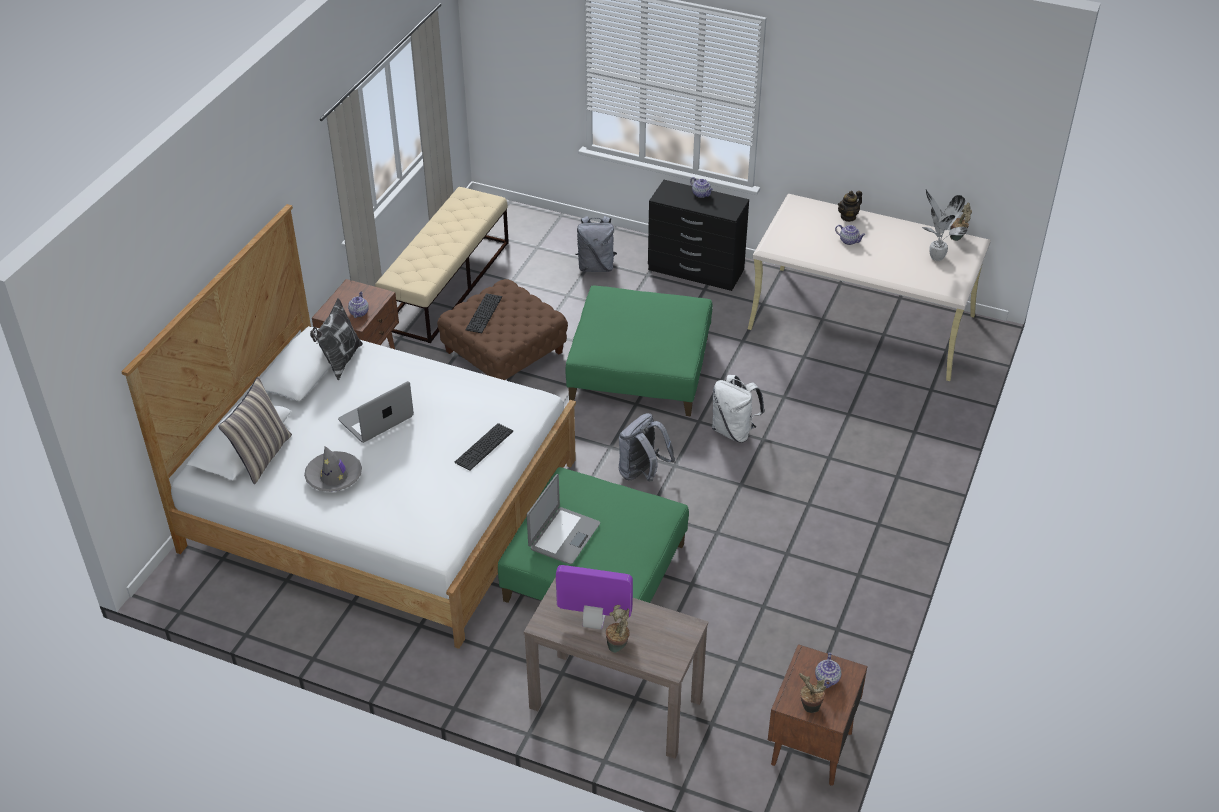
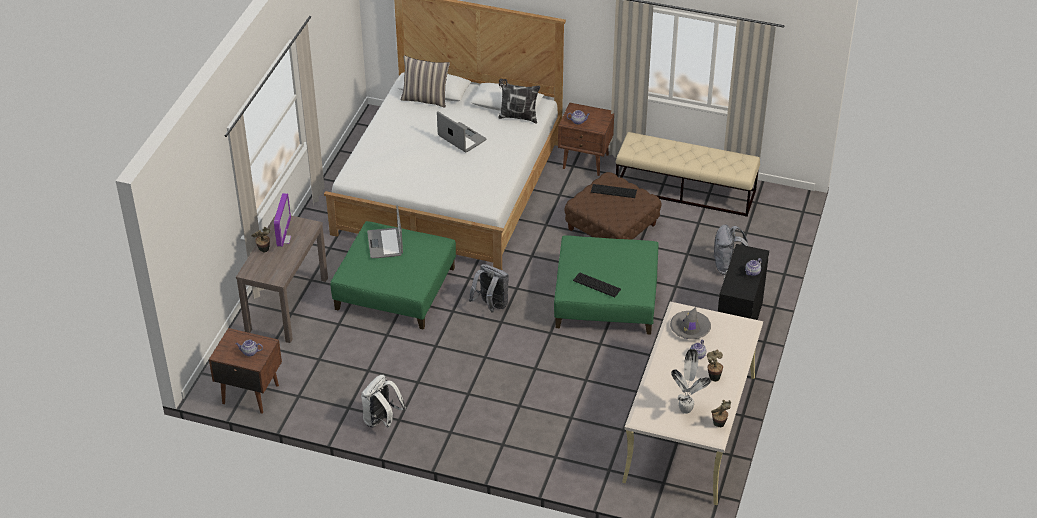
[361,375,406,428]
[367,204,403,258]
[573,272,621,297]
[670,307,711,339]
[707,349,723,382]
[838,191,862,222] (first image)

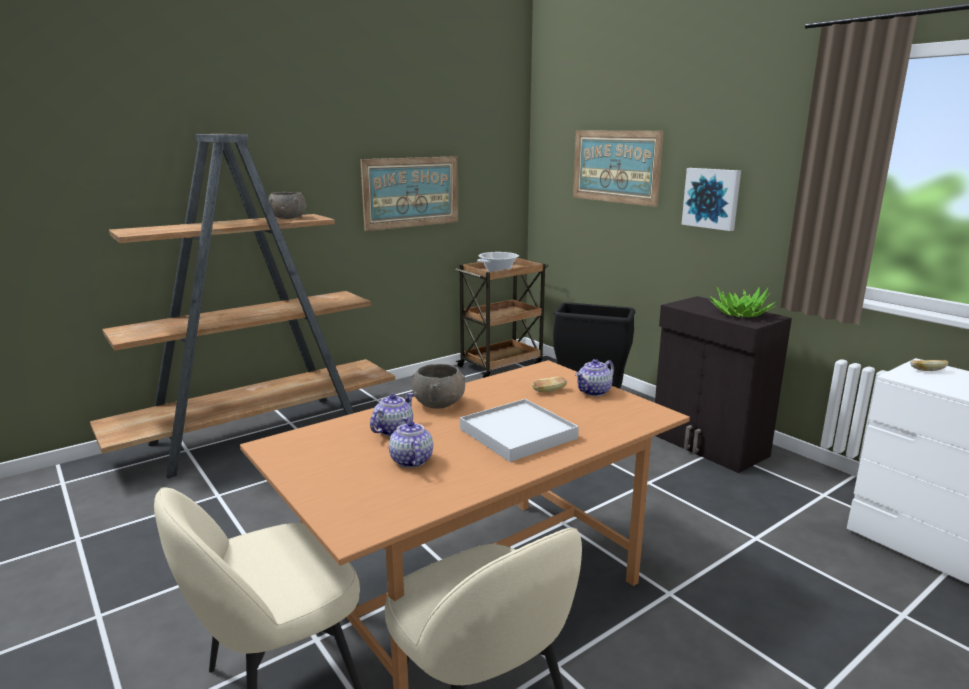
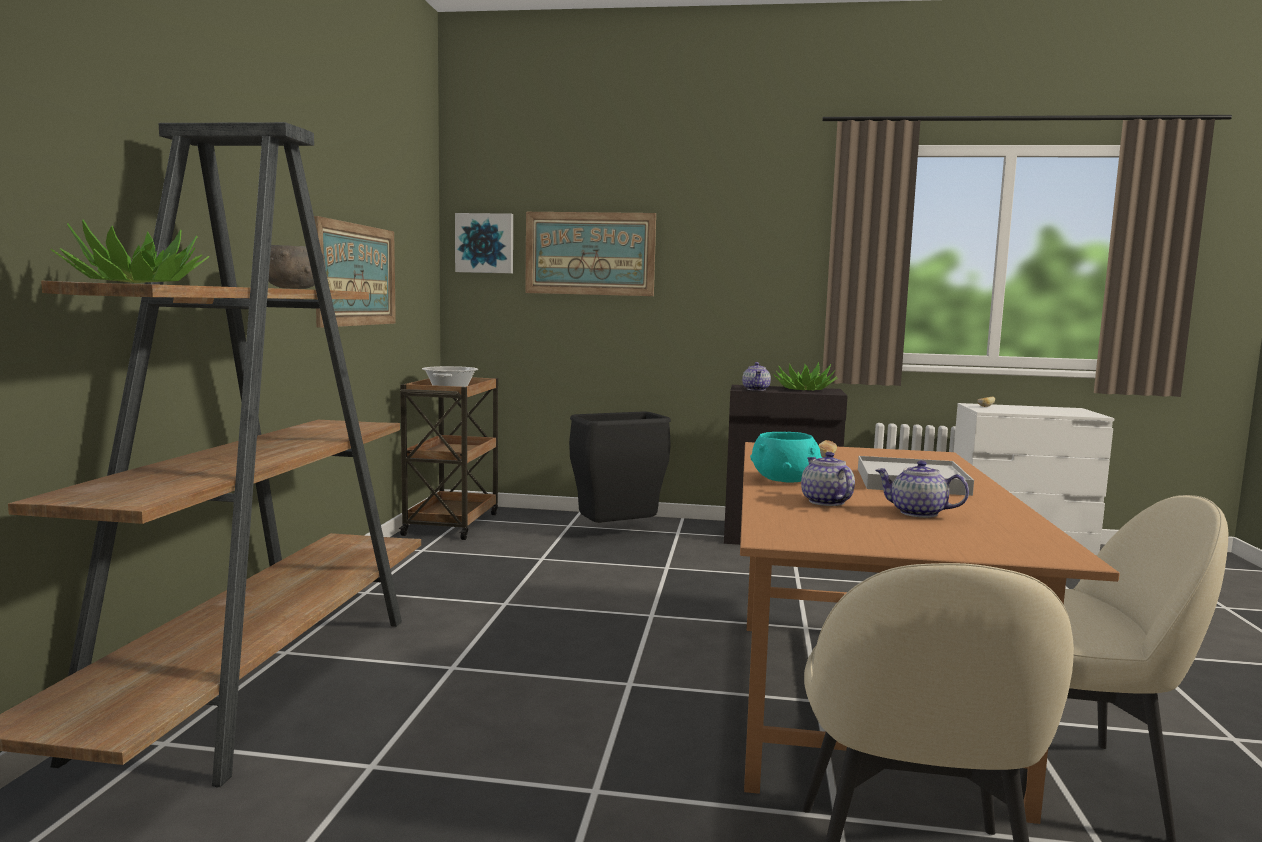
[51,220,209,283]
[455,213,513,274]
[742,362,771,391]
[750,432,822,482]

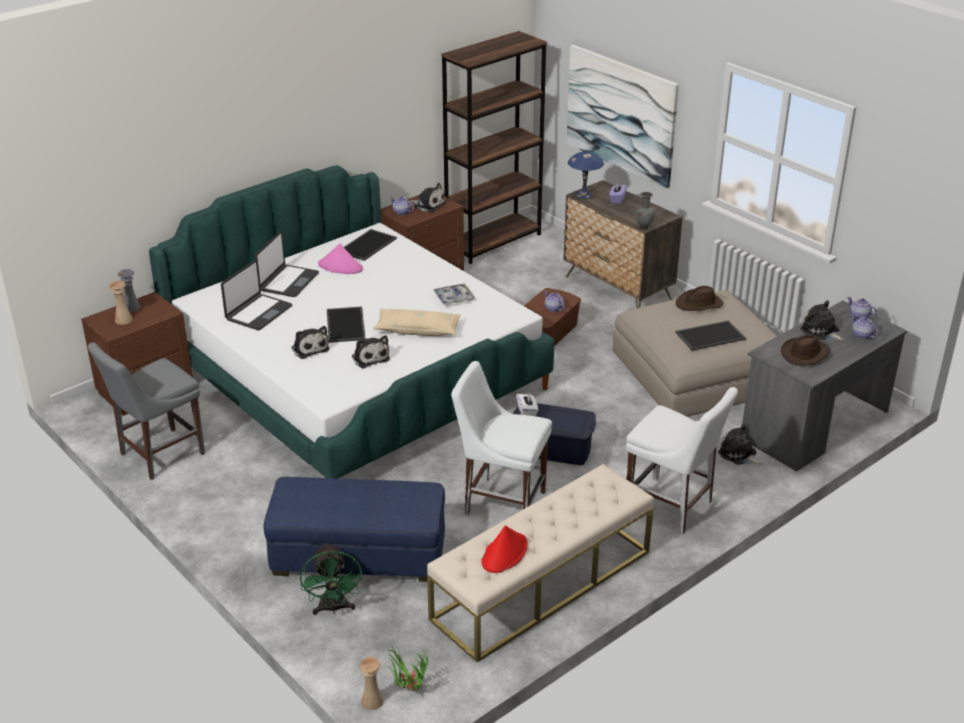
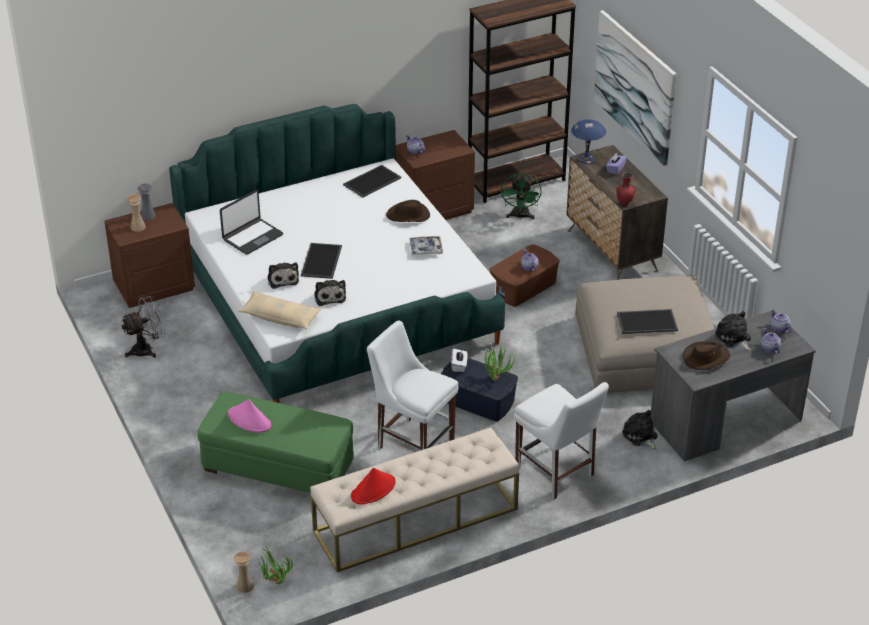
[122,296,166,358]
[197,391,354,493]
[228,399,271,433]
[238,291,322,329]
[386,200,430,222]
[485,346,516,381]
[501,171,542,220]
[616,172,636,207]
[255,231,319,297] (first image)
[410,183,446,212] (first image)

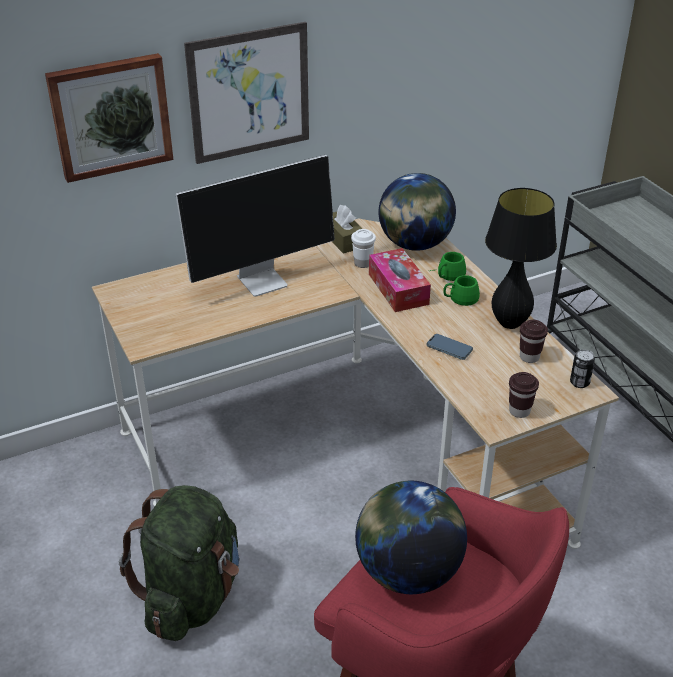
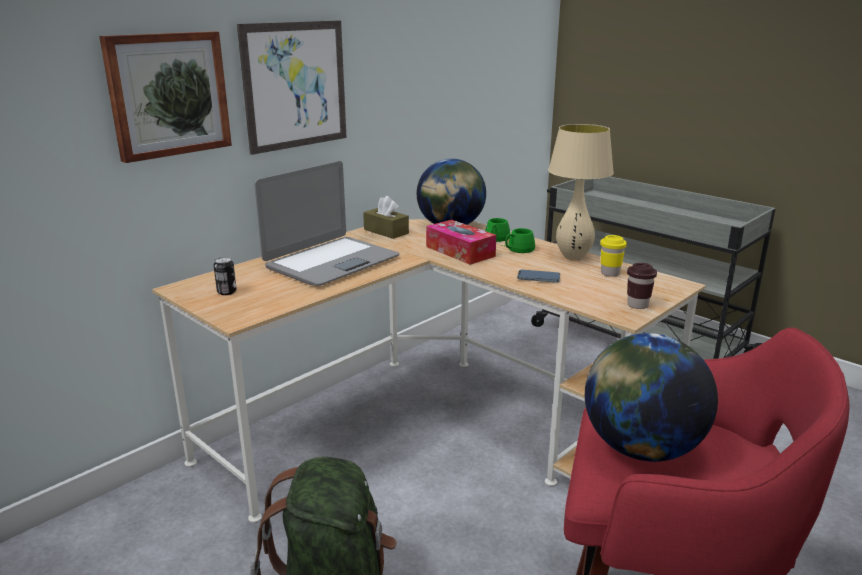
[214,257,237,295]
[254,161,400,286]
[548,124,614,260]
[600,235,627,277]
[351,229,376,268] (first image)

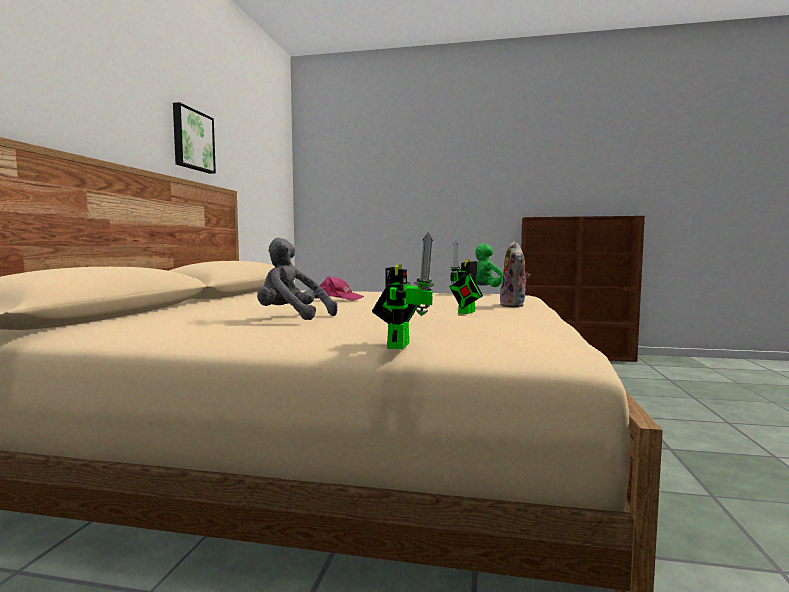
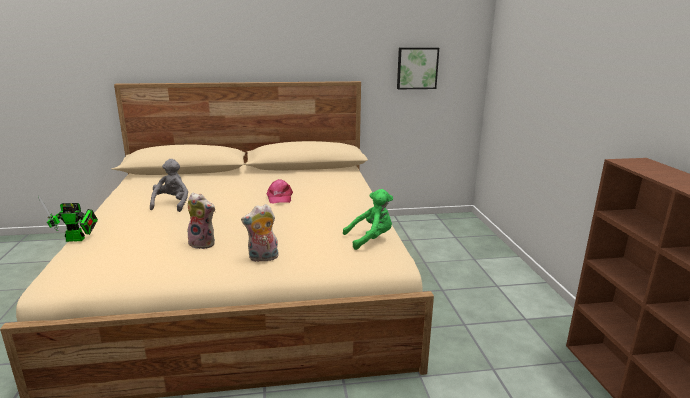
[187,192,215,249]
[397,48,439,89]

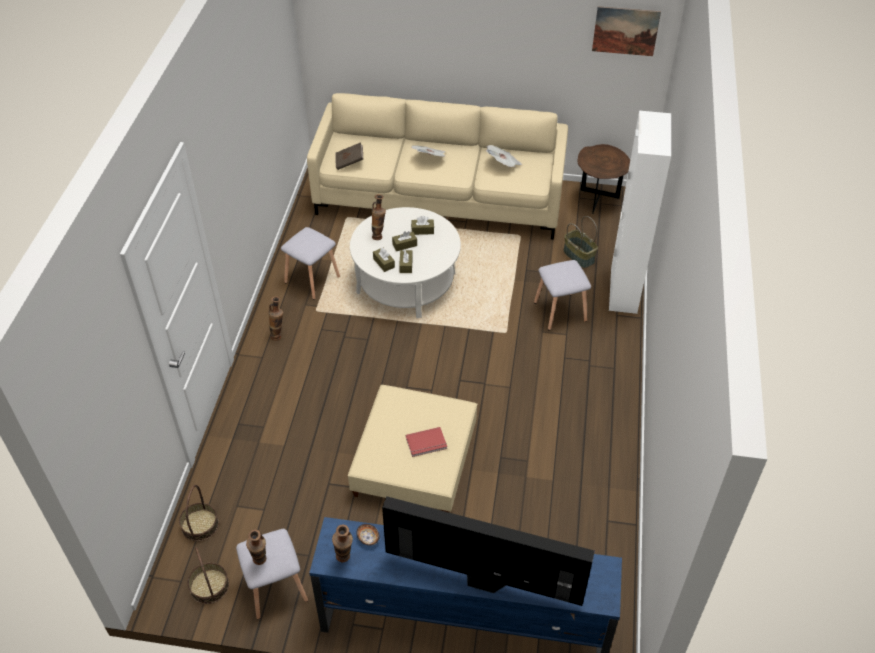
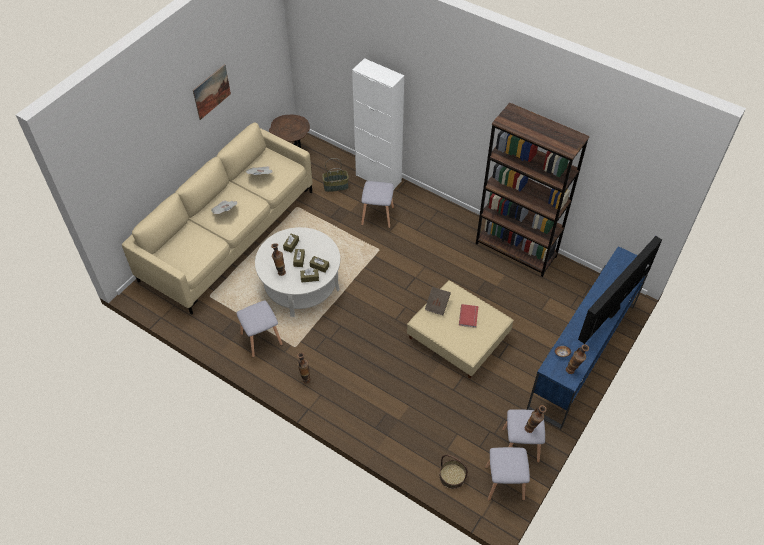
[193,64,231,120]
[425,287,451,315]
[476,103,590,277]
[485,447,530,501]

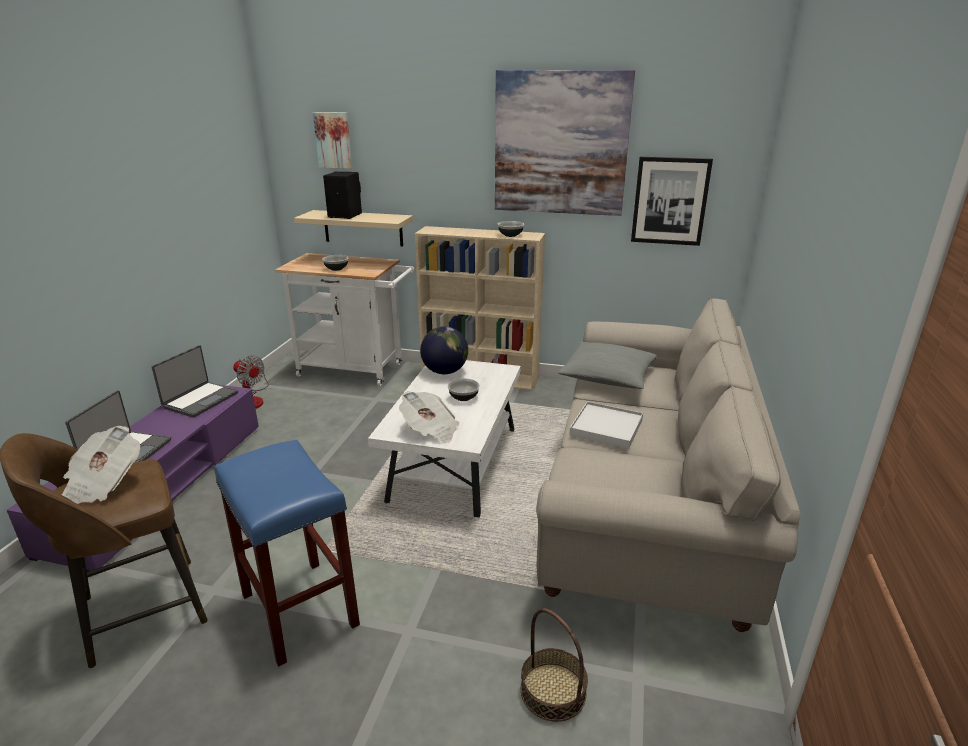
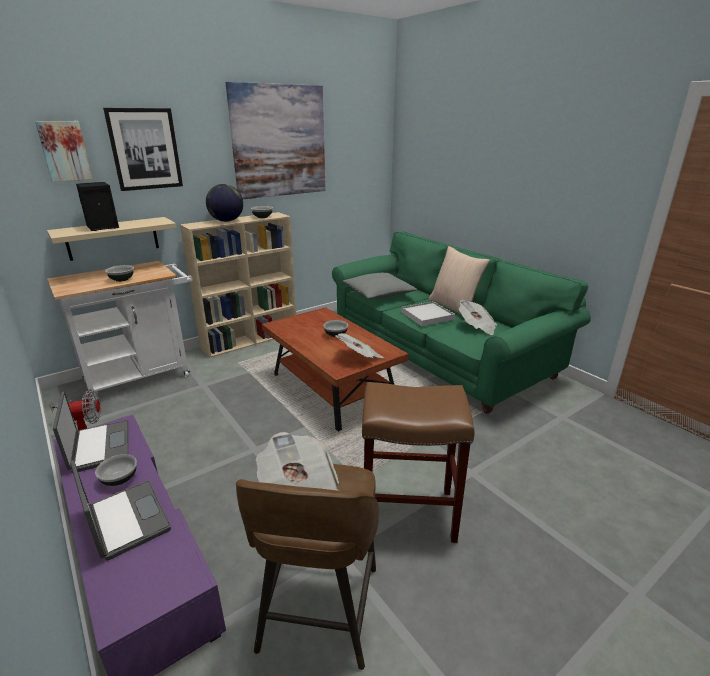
[95,454,137,486]
[103,108,183,191]
[206,184,243,222]
[262,307,408,432]
[332,231,591,413]
[362,382,474,543]
[429,246,490,315]
[459,300,497,335]
[521,608,588,722] (first image)

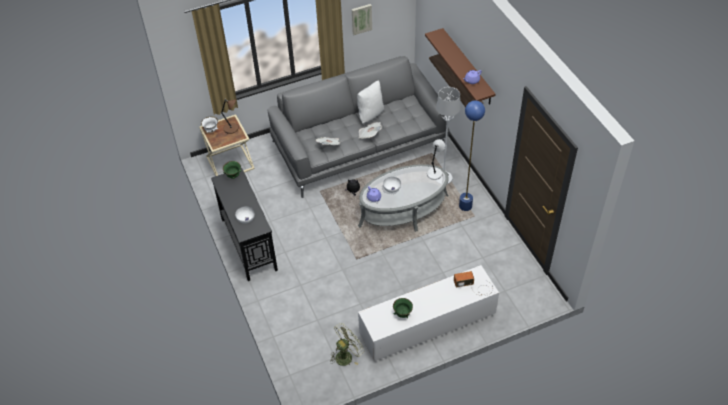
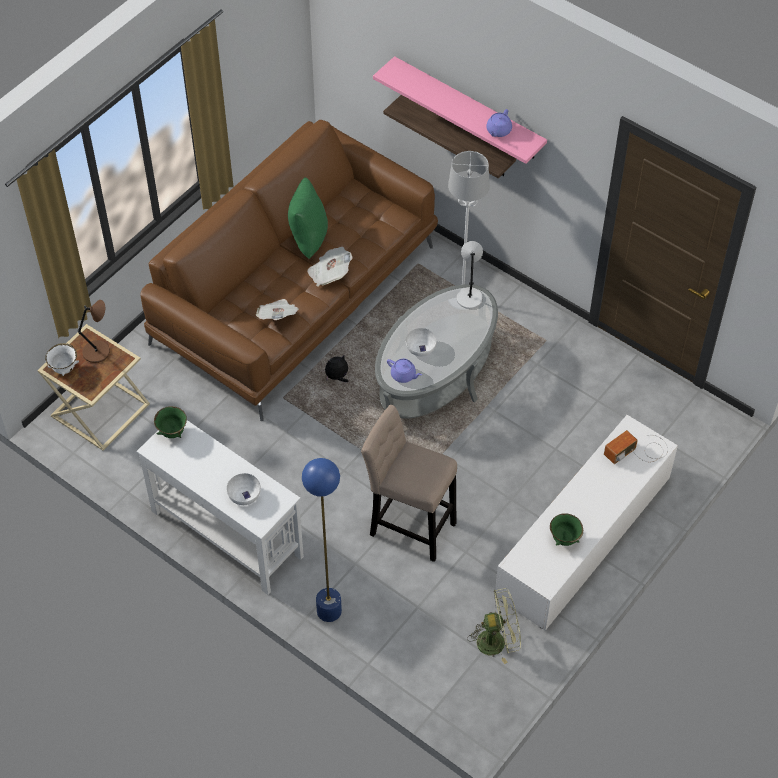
[137,420,304,595]
[140,120,438,421]
[288,177,328,259]
[302,458,342,622]
[361,405,457,562]
[373,56,547,164]
[467,588,521,664]
[352,4,372,35] (first image)

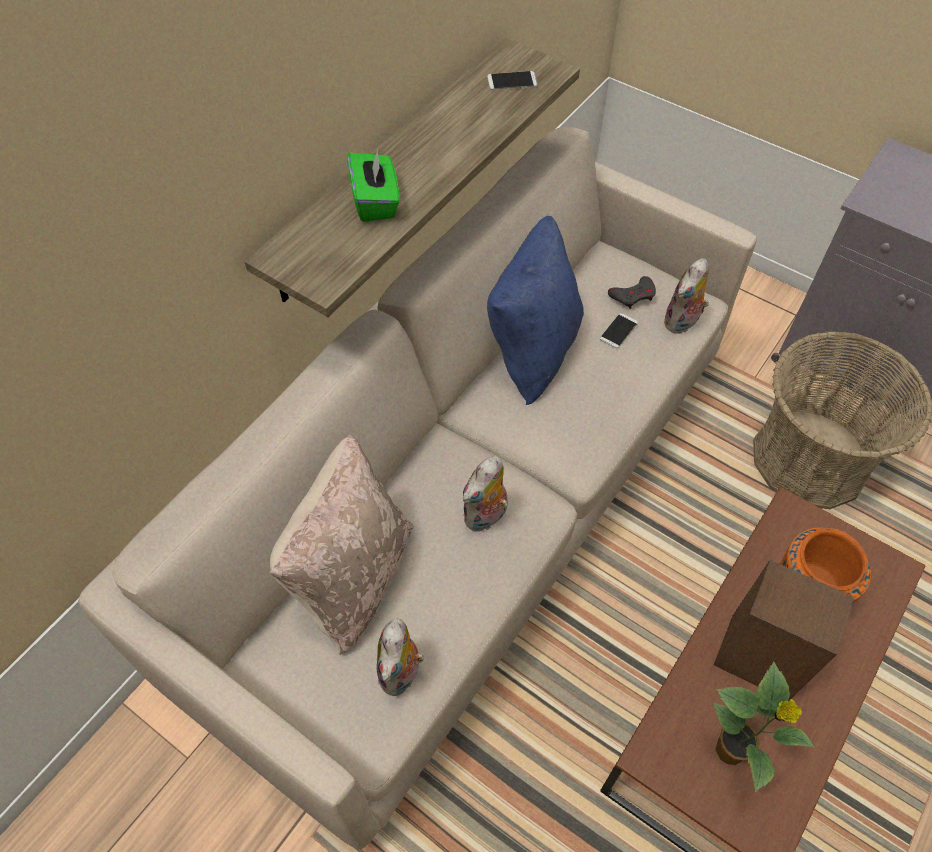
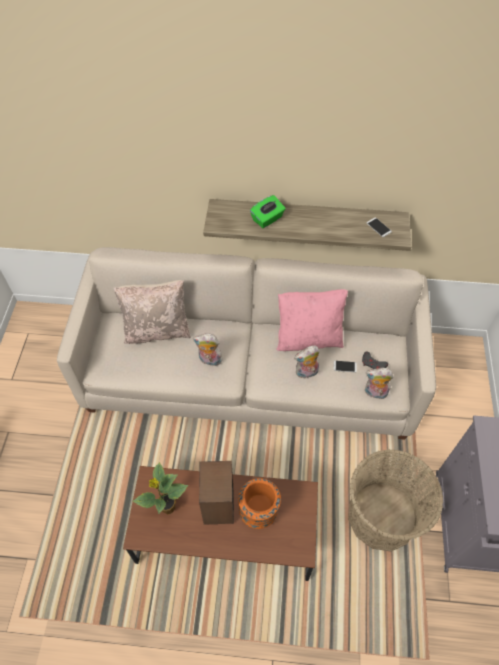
[276,289,348,351]
[294,346,320,379]

